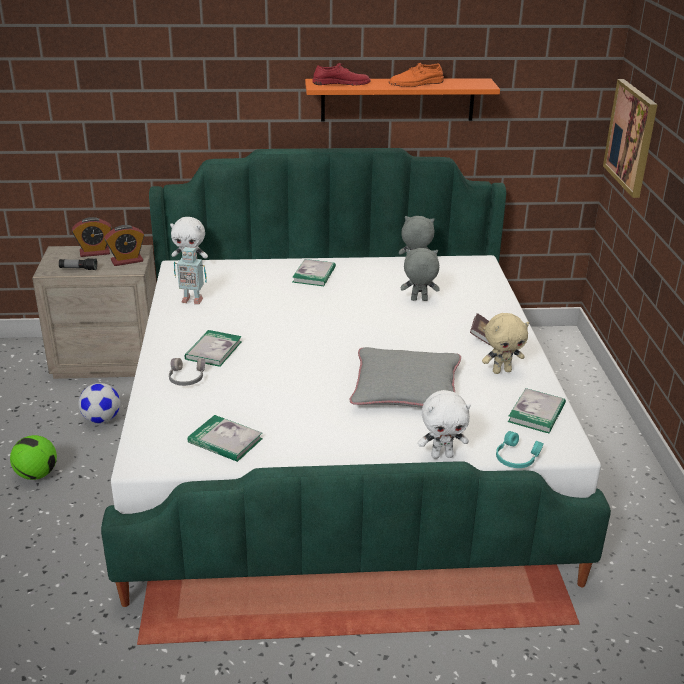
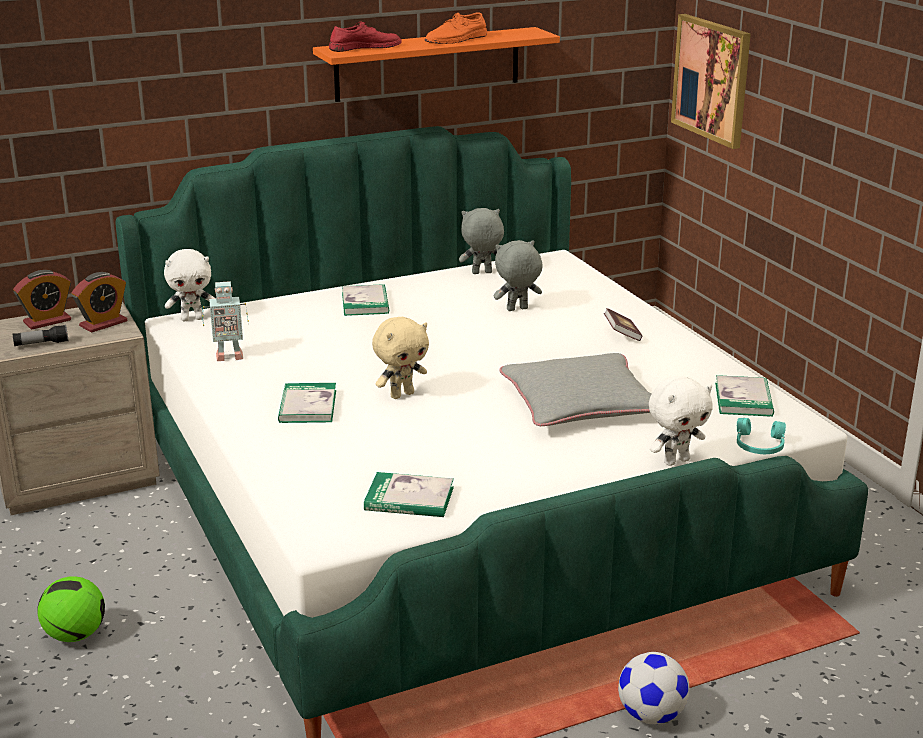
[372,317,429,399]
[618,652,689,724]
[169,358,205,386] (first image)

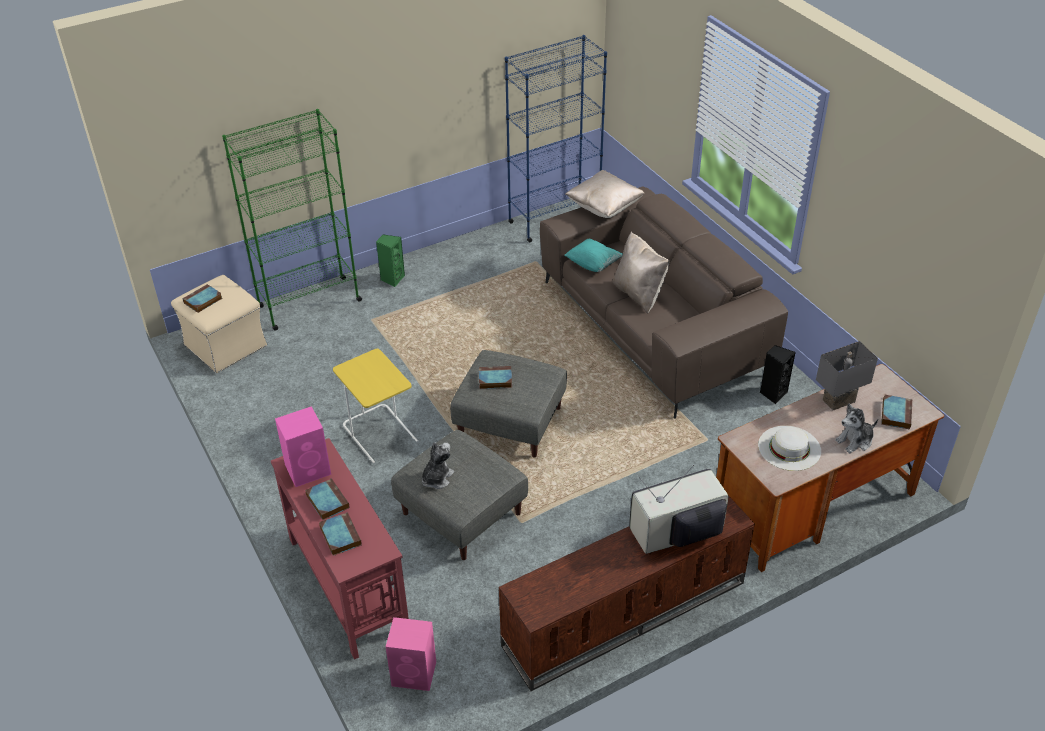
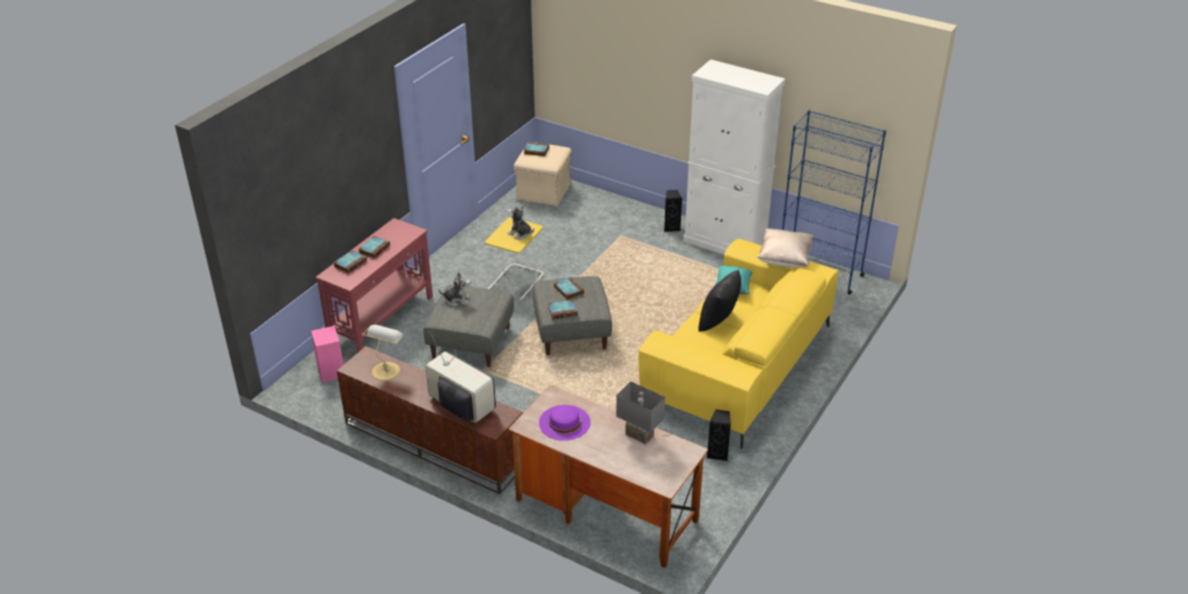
[363,325,403,381]
[507,205,534,240]
[539,405,591,441]
[548,300,578,320]
[638,239,838,449]
[664,190,682,232]
[683,59,785,255]
[698,270,741,332]
[222,109,362,331] (first image)
[275,406,331,487] (first image)

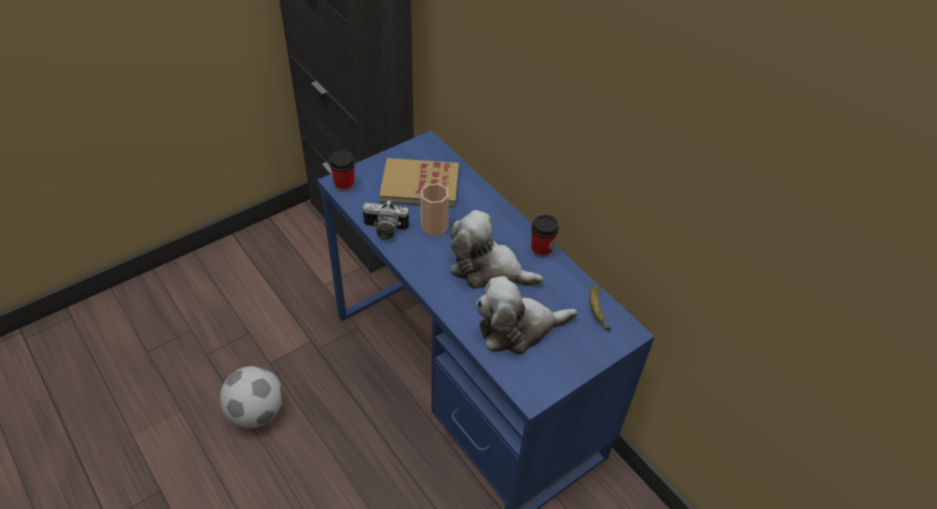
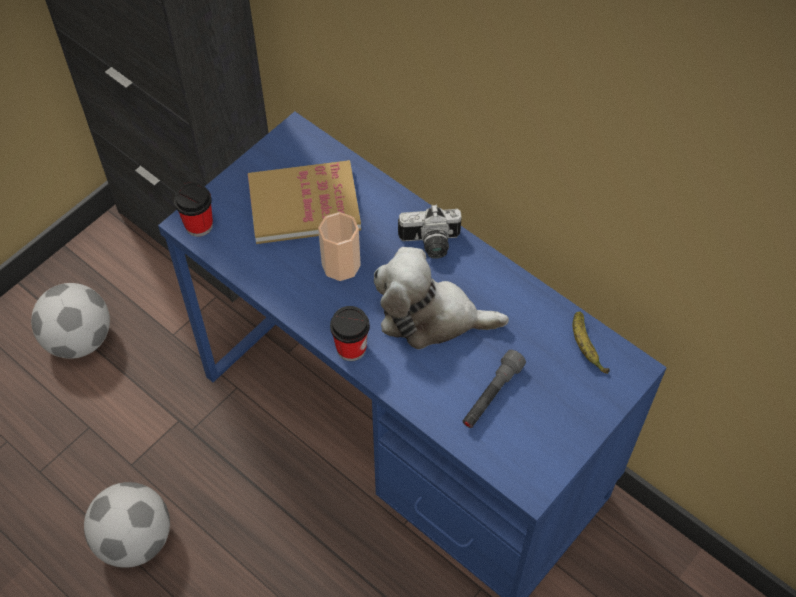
[31,283,110,359]
[330,306,370,361]
[398,204,462,259]
[463,350,526,428]

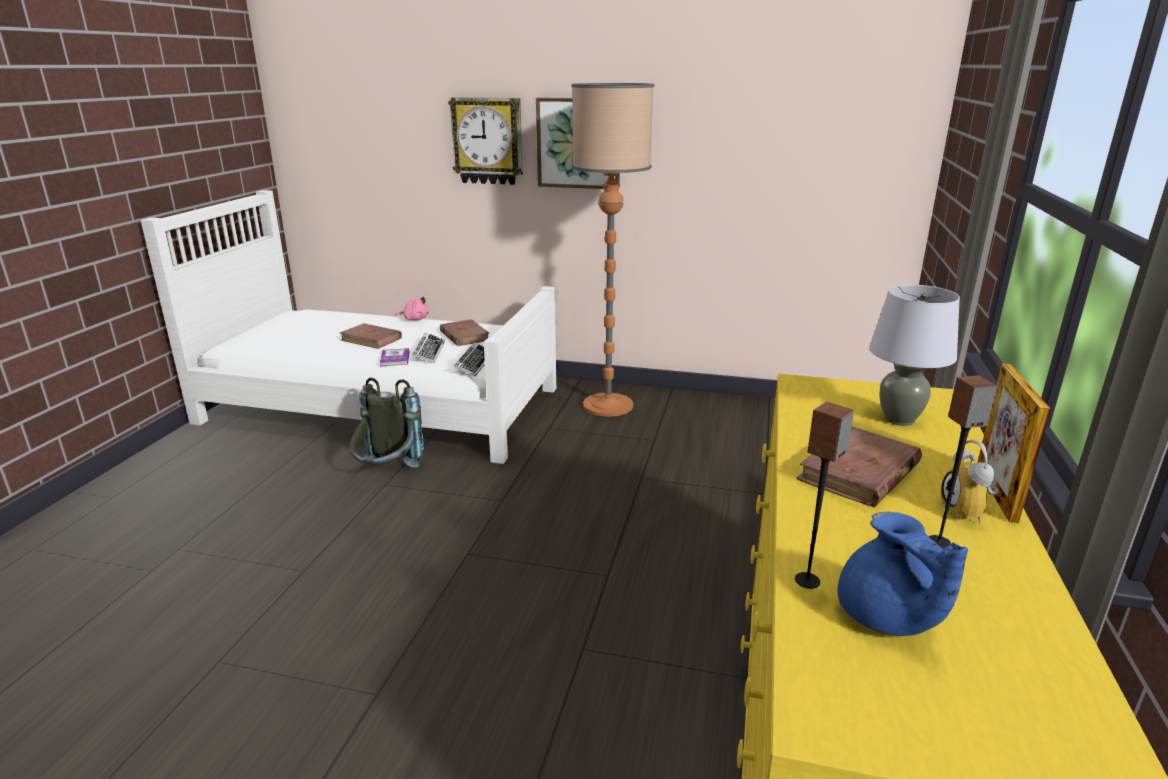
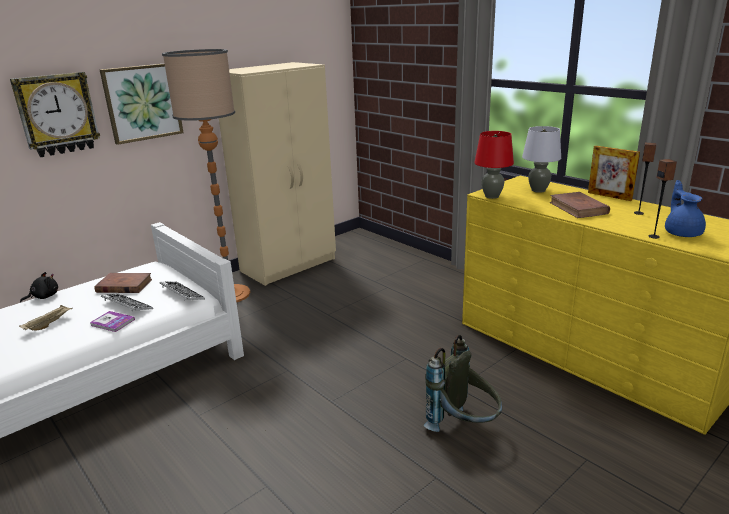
[19,305,73,331]
[20,272,58,303]
[219,62,336,286]
[423,335,502,432]
[474,131,514,199]
[665,180,706,237]
[941,440,998,523] (first image)

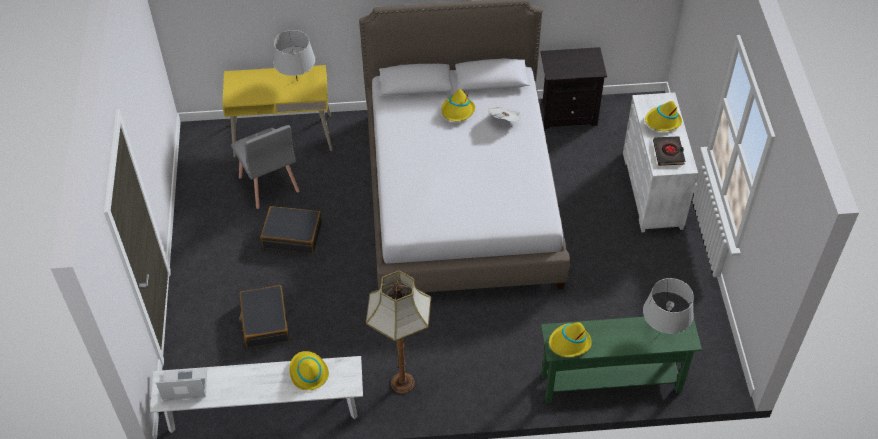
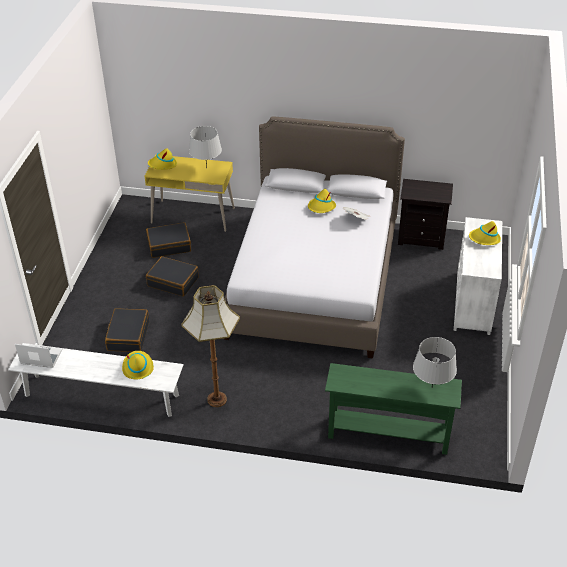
[146,222,191,258]
[148,148,177,170]
[653,136,685,166] (first image)

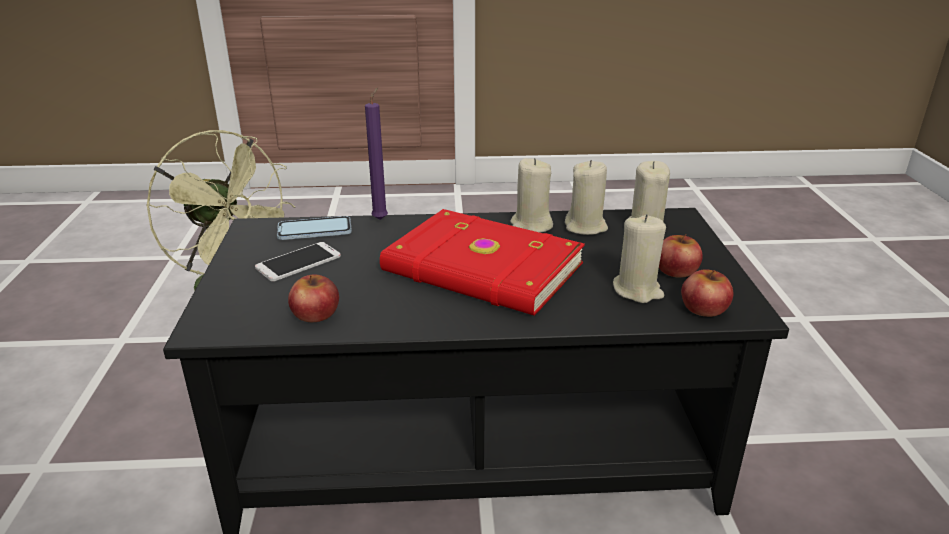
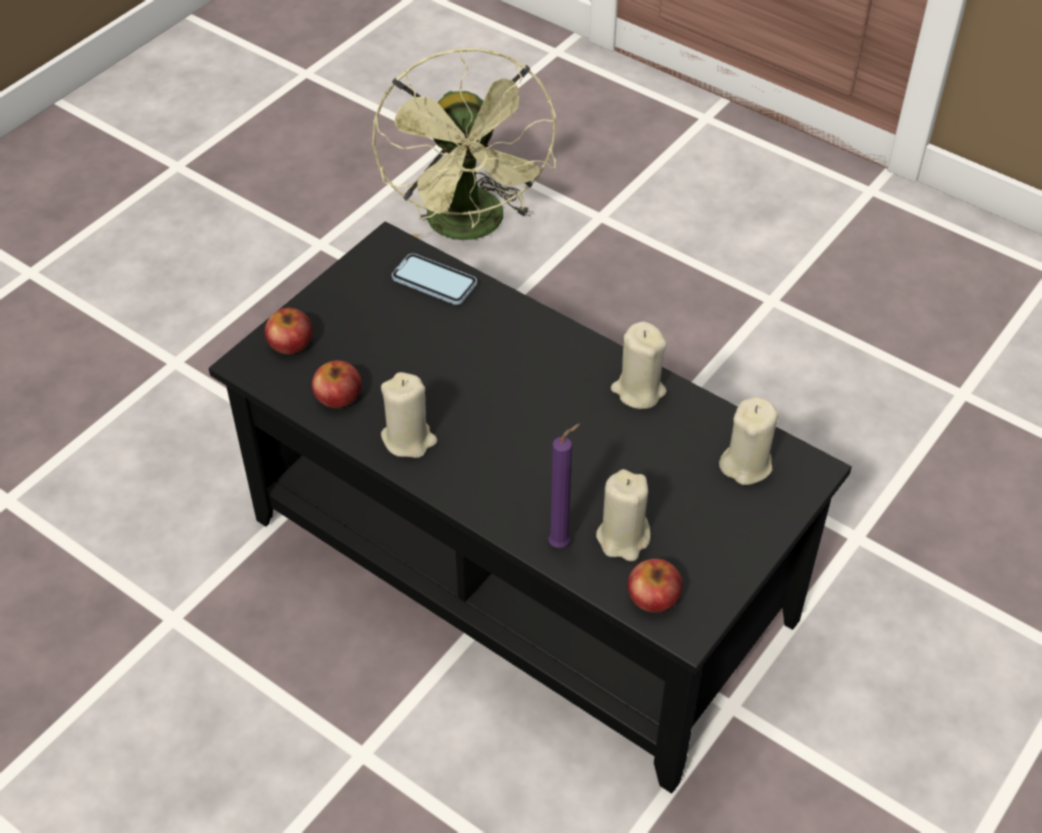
[265,308,313,354]
[381,372,437,458]
[548,424,580,548]
[255,242,341,281] (first image)
[380,209,585,315] (first image)

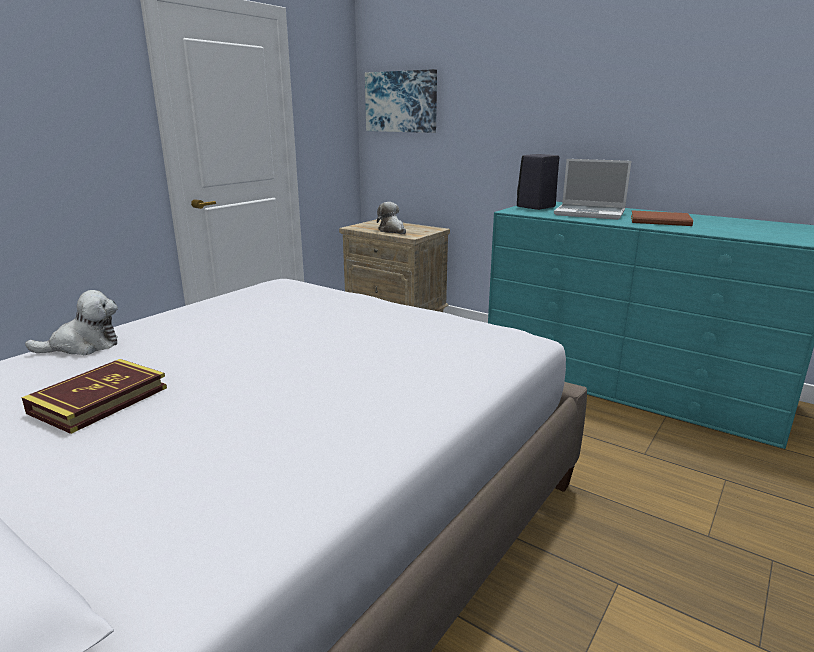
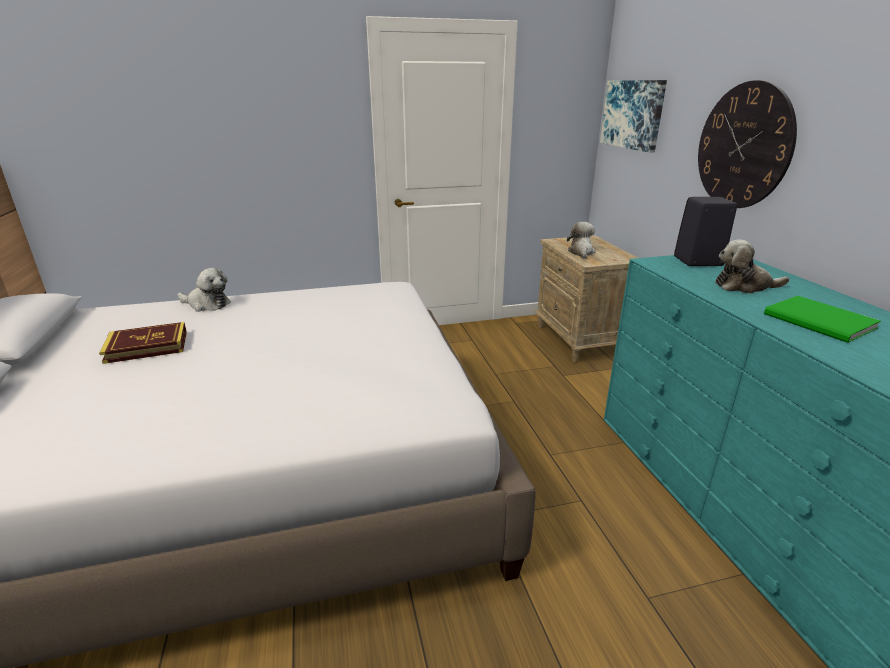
[698,80,797,208]
[715,240,789,293]
[764,296,881,343]

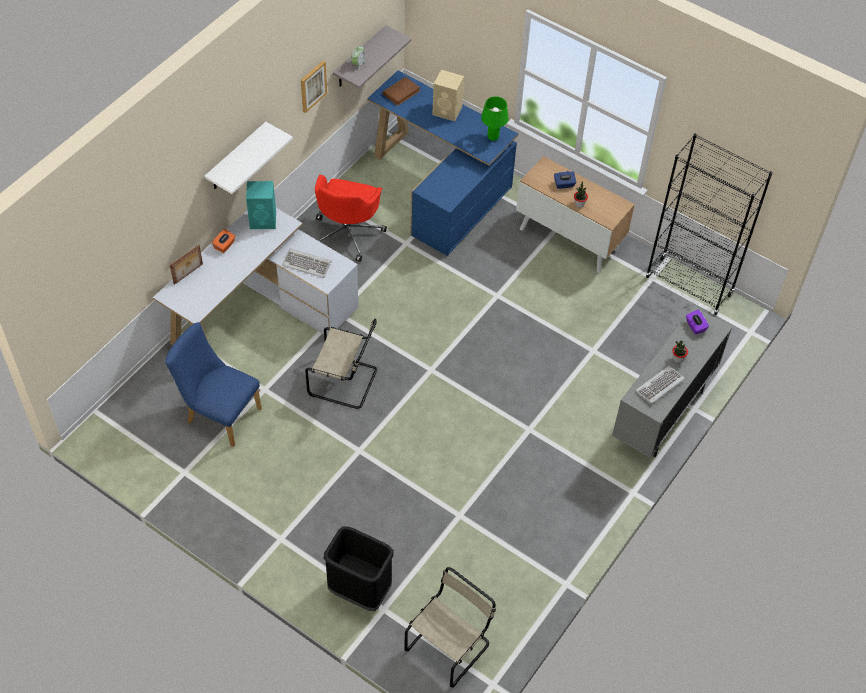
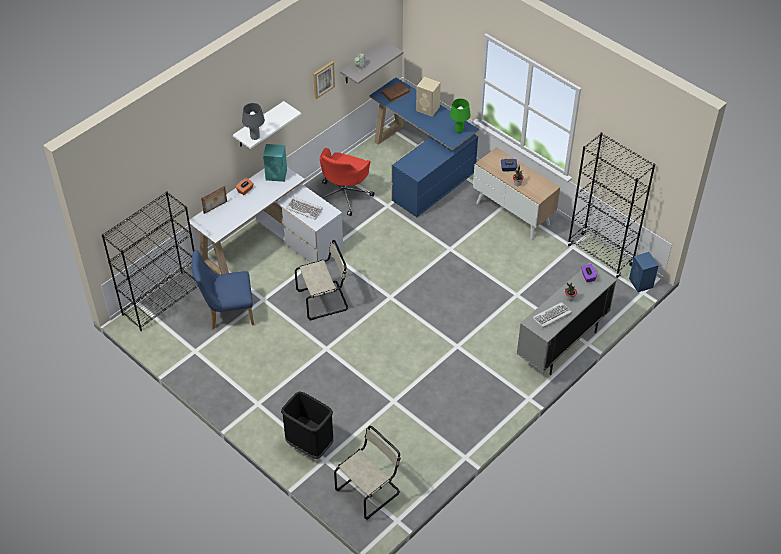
[102,191,198,331]
[192,249,254,329]
[242,103,265,140]
[295,240,348,321]
[629,252,659,292]

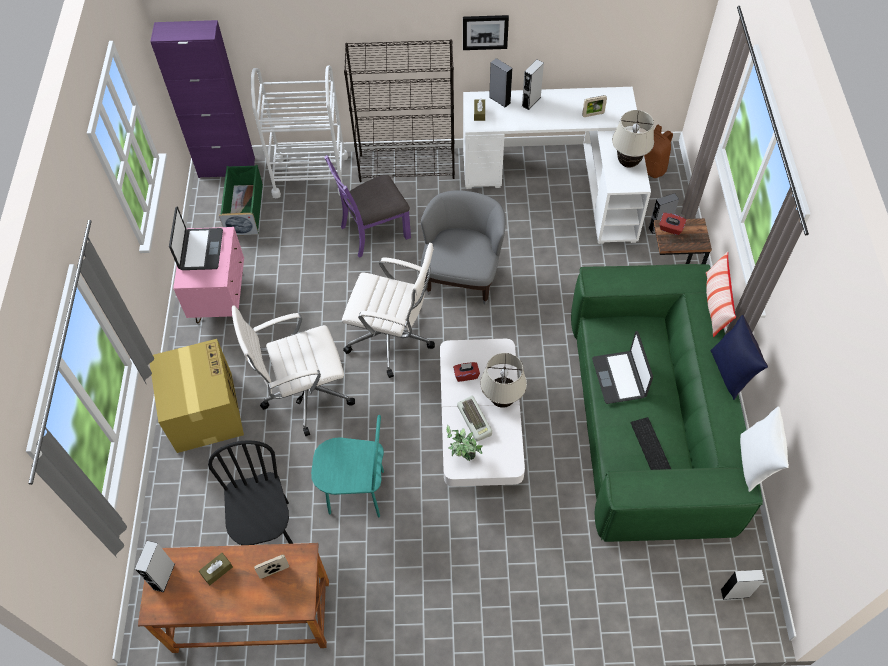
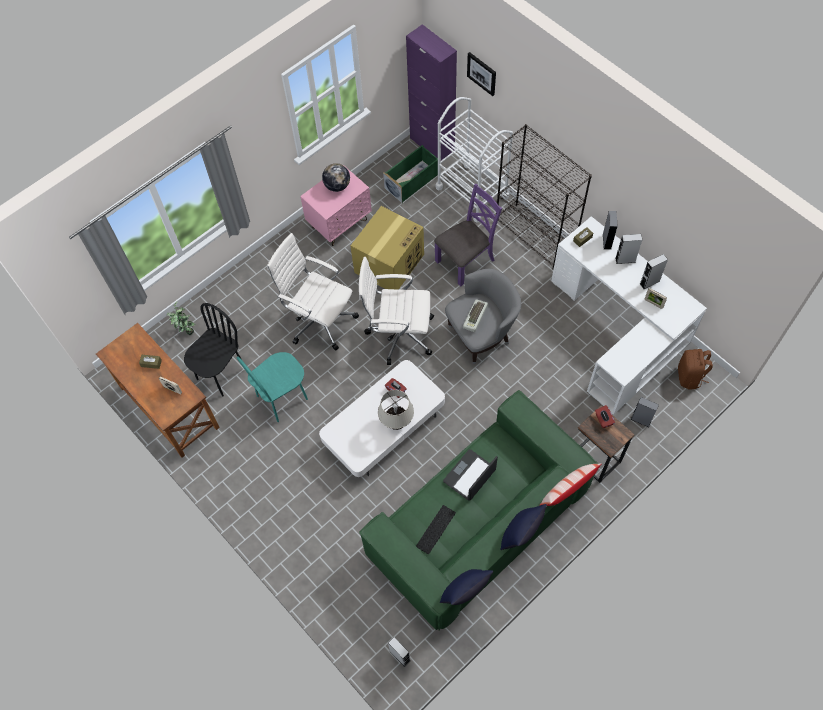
[167,301,196,335]
[237,352,308,422]
[322,163,350,192]
[350,206,424,289]
[359,257,434,365]
[434,184,502,287]
[440,569,493,605]
[463,299,488,332]
[467,52,496,96]
[640,254,668,289]
[612,110,654,168] (first image)

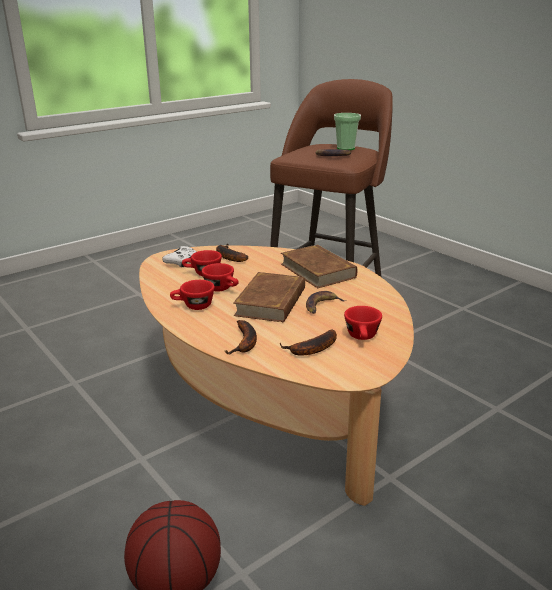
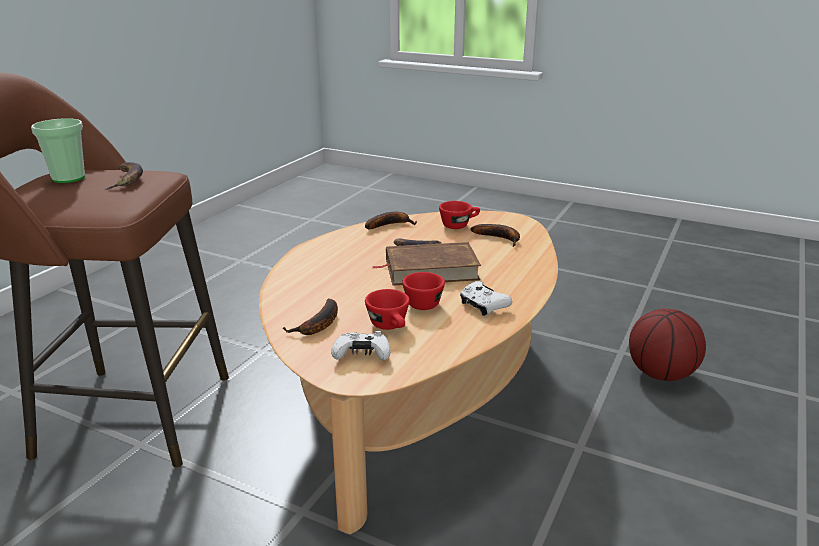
[365,212,417,229]
[460,281,512,316]
[281,245,357,288] (first image)

